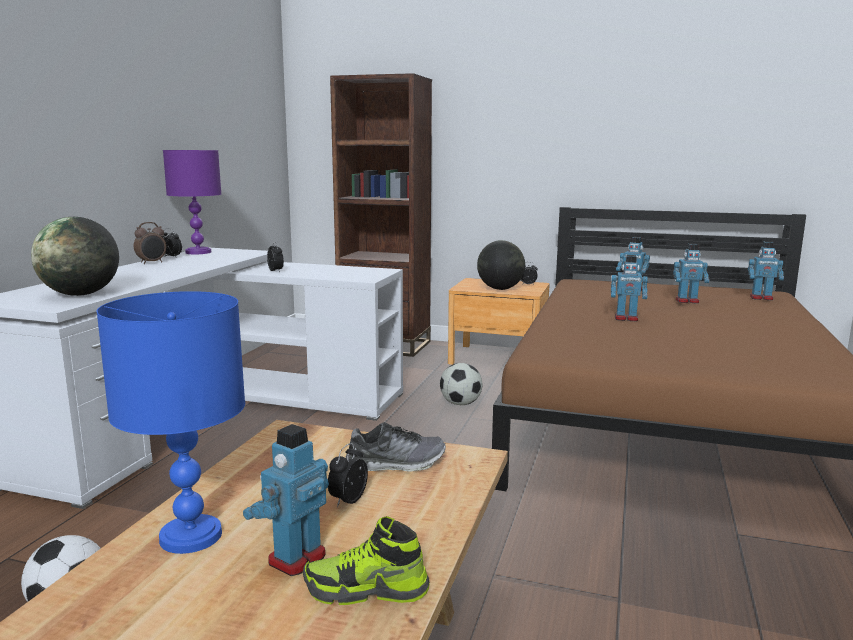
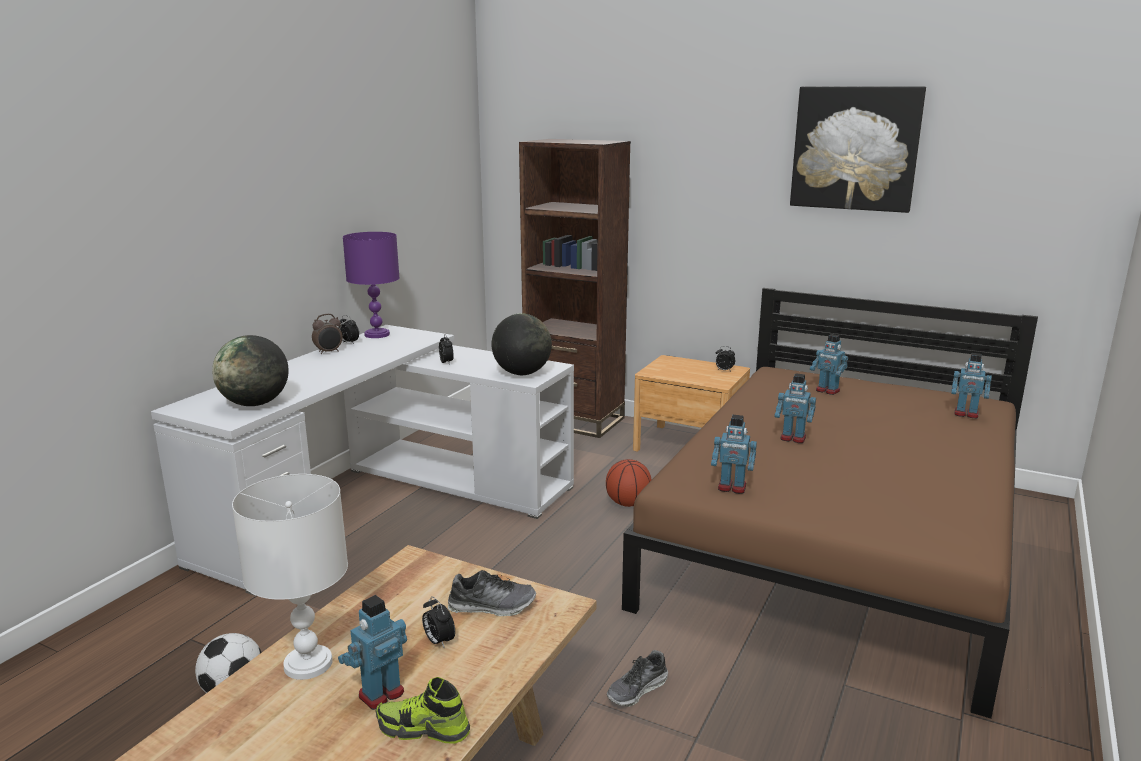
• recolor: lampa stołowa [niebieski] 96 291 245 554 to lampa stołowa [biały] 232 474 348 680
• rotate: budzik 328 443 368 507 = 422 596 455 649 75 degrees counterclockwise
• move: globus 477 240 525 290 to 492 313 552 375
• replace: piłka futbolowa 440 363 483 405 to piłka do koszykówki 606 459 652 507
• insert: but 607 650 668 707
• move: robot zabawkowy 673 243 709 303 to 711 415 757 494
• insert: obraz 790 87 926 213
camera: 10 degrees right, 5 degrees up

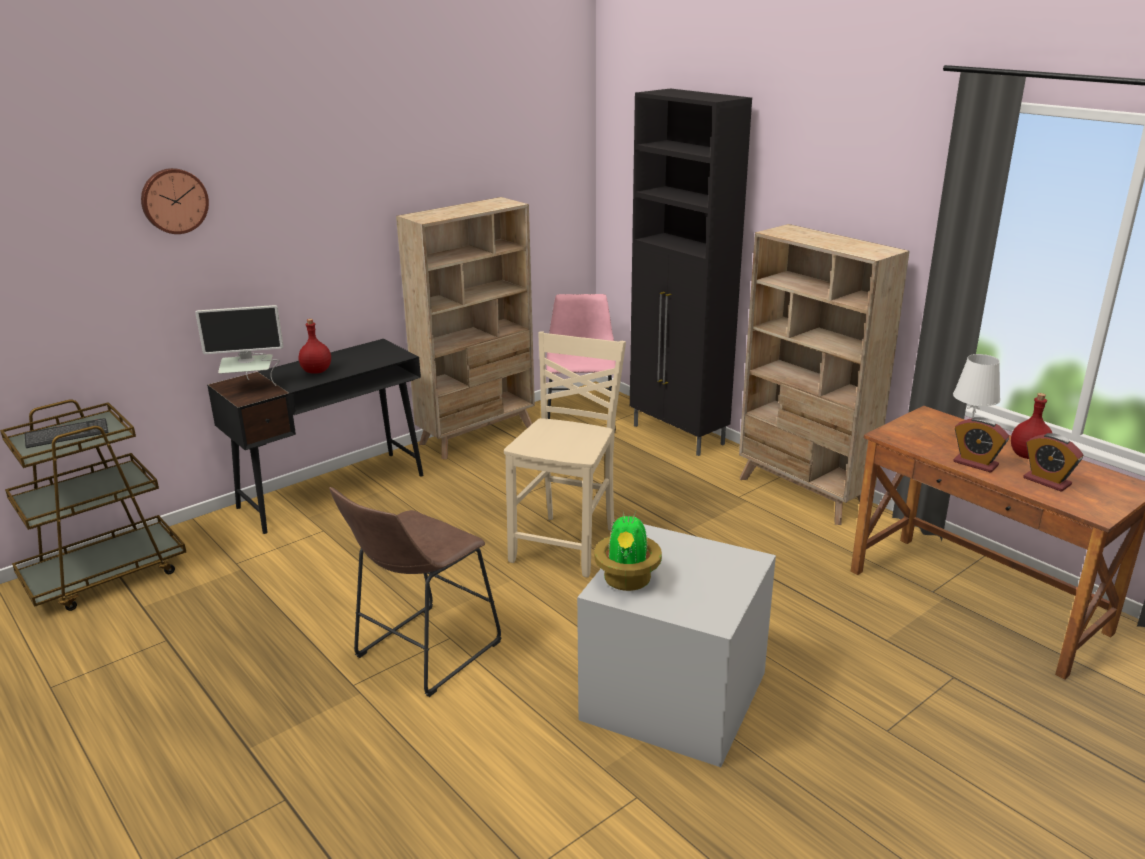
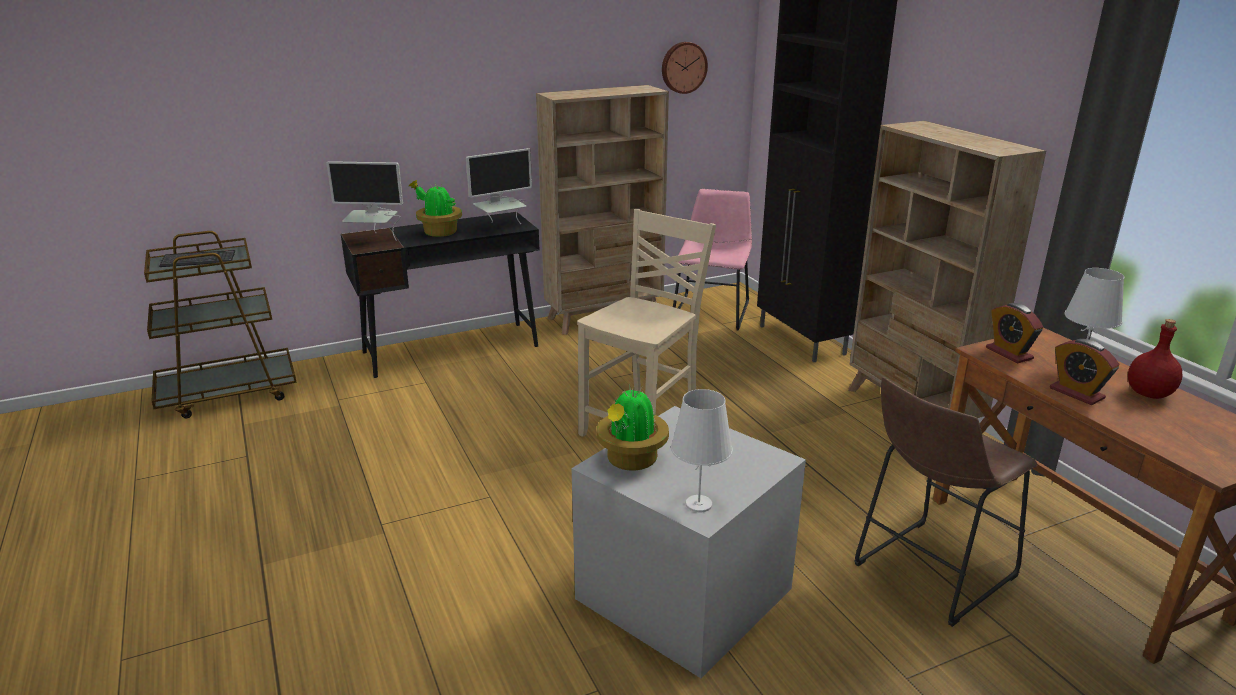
• replace: butelka [czerwony] 299 319 331 374 to roślina doniczkowa 409 180 462 237
• insert: monitor 466 148 532 224
• move: zegar ścienny 141 168 209 234 to 662 42 708 94
• insert: lampa stołowa [biały] 671 389 733 512
• move: stołek [brązowy] 329 487 501 697 to 854 377 1038 627
• move: budzik 1023 433 1084 492 to 986 303 1043 363
camera: 15 degrees right, 0 degrees up

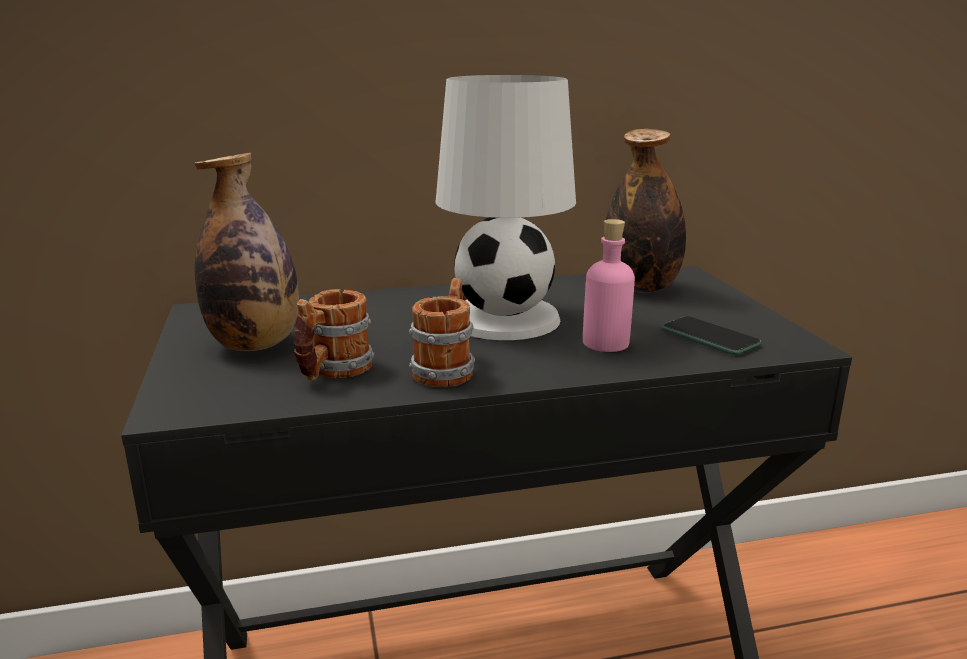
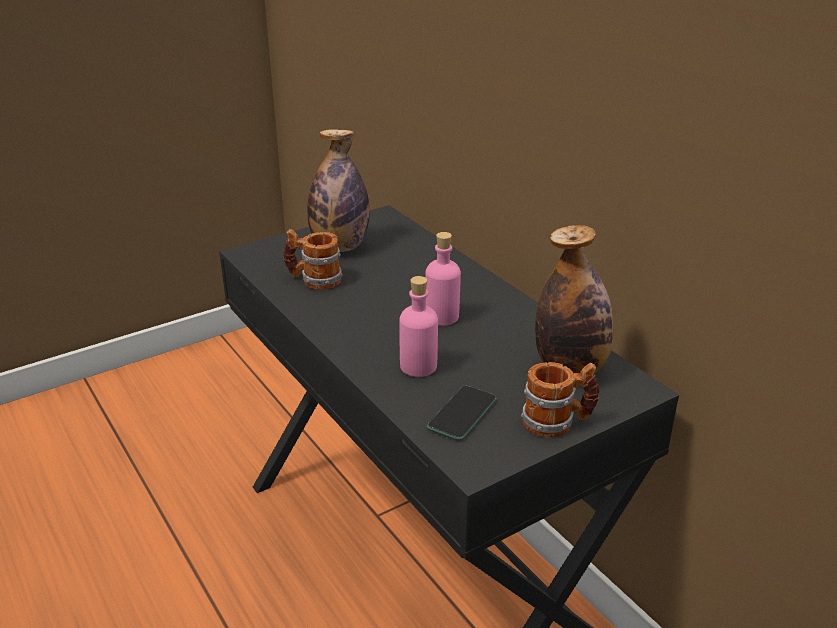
• replace: lampa stołowa [biały] 435 75 576 340 to butelka [różowy] 425 232 461 326
• move: kubek 409 278 475 387 to 521 362 599 437
camera: 70 degrees right, 10 degrees up

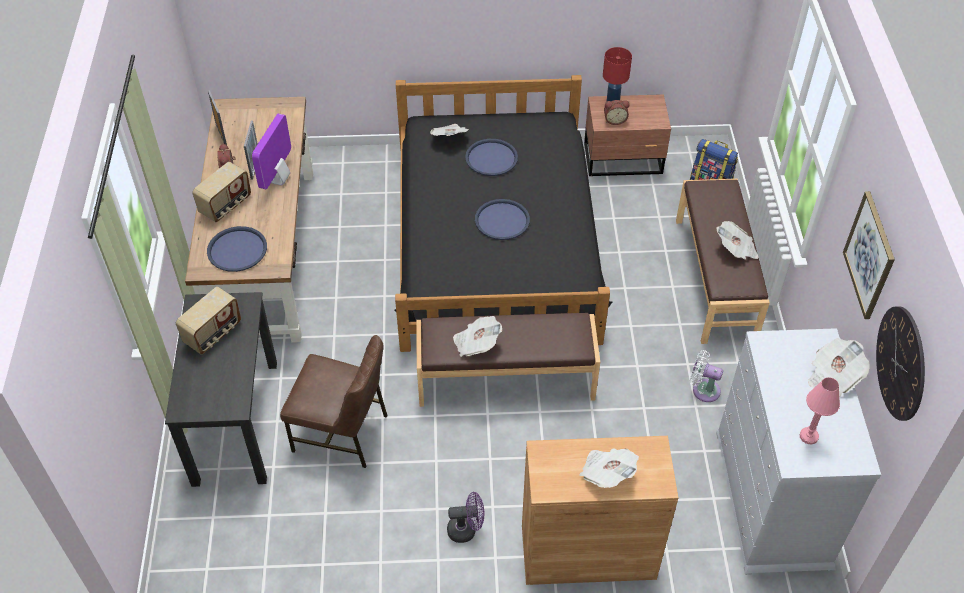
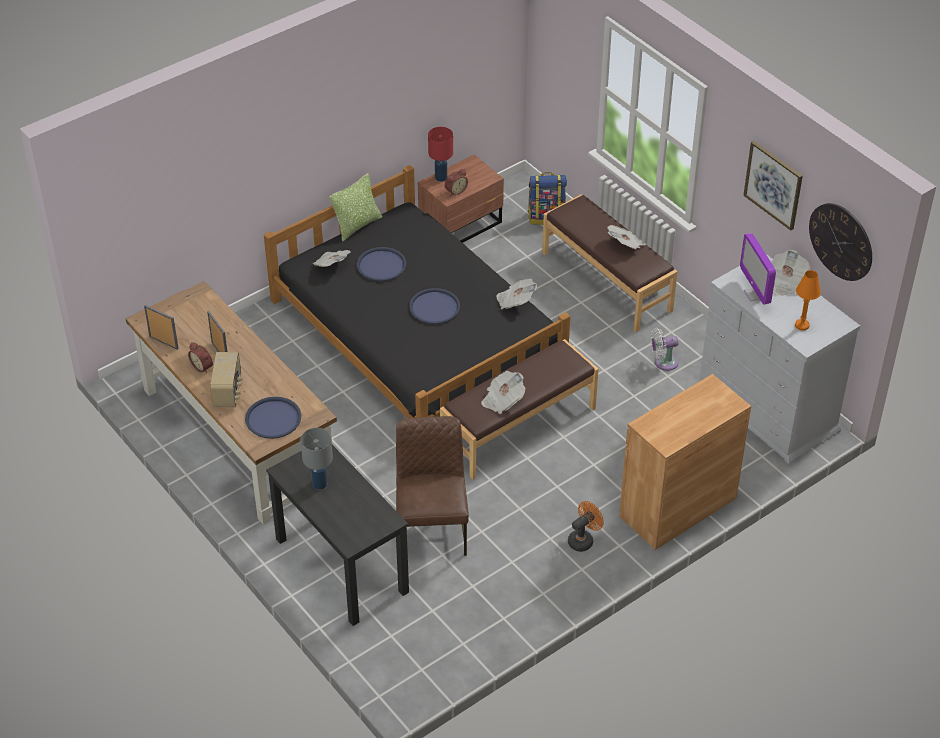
• replace: radio 176 287 241 354 to lampa stołowa [szary] 301 428 333 489
• insert: poduszka 329 173 382 242
• rotate: krzesło [brązowy] 280 335 388 468 = 396 416 469 556 75 degrees counterclockwise
• move: gazeta 580 448 639 488 to 496 279 537 309
• recolor: wentylator [fioletowy] 447 492 484 543 to wentylator [pomarańczowy] 568 501 604 552
• move: monitor 252 114 291 189 to 740 233 776 305
• recolor: lampa stołowa [różowy] 800 377 840 445 to lampa stołowa [pomarańczowy] 795 270 821 331
camera: 35 degrees left, 5 degrees down

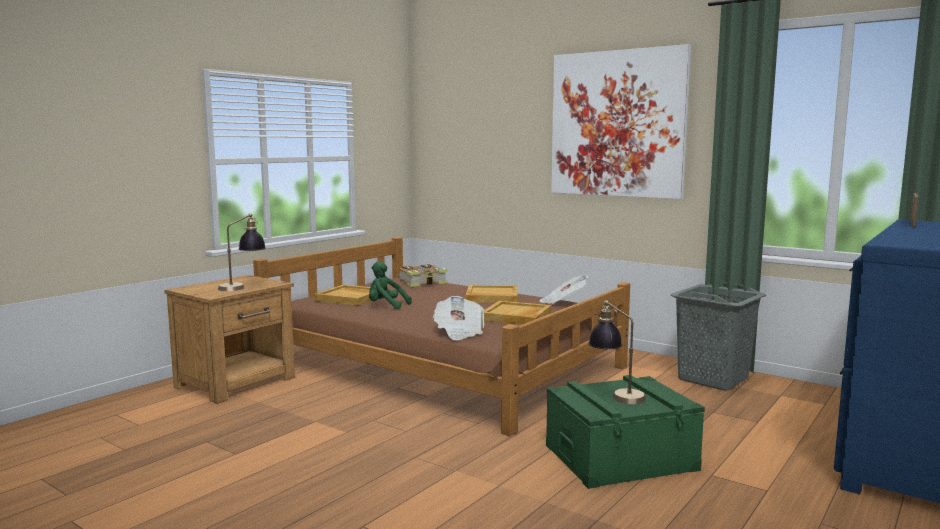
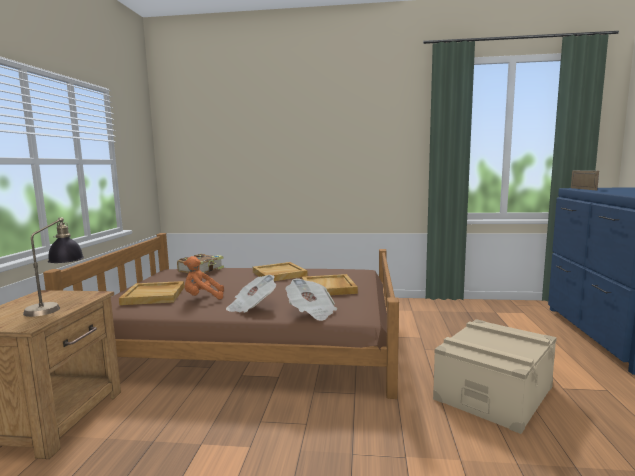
• recolor: pluszak [zielony] 369 261 412 309 to pluszak [pomarańczowy] 183 256 224 300
• move: gazeta 539 275 589 304 to 226 275 276 313
• recolor: pojemnik do przechowywania [zielony] 546 375 705 489 to pojemnik do przechowywania [beżowy] 433 319 557 434
• delete: obraz 551 44 691 199
• delete: lampa stołowa 588 300 646 404
• delete: kosz na pranie [szary] 671 282 766 391
camera: 30 degrees left, 0 degrees up

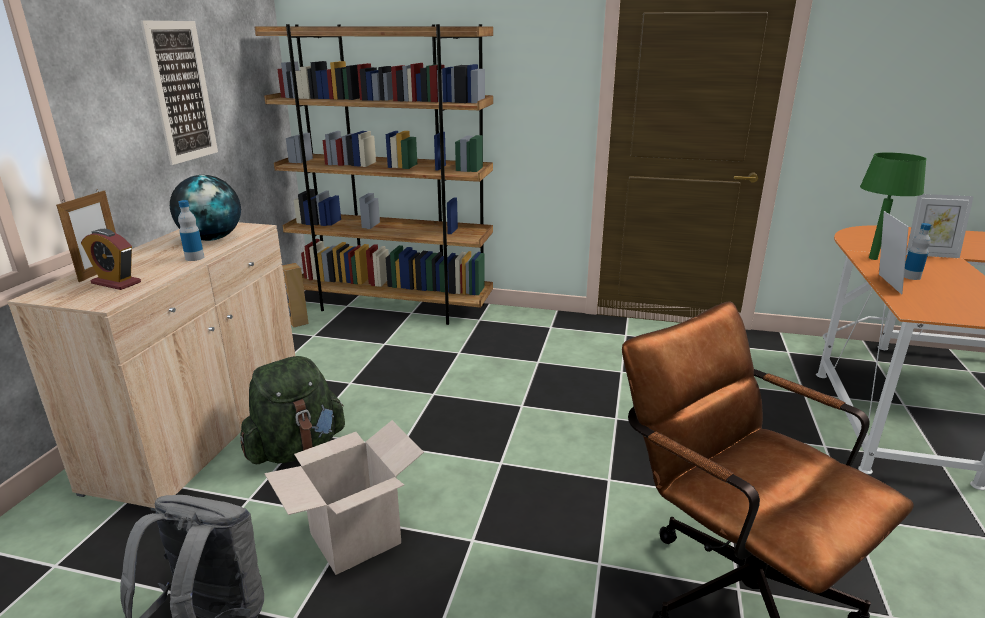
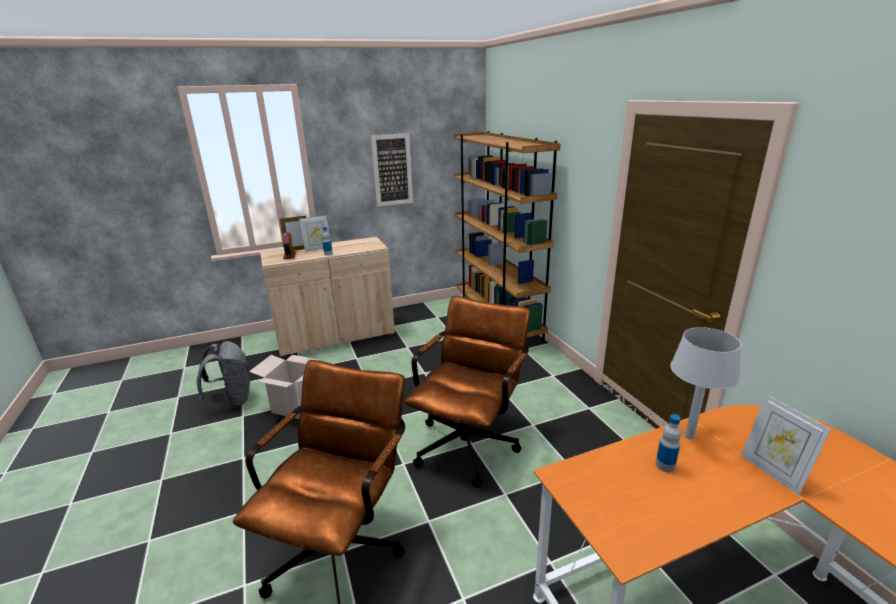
• move: ramka na zdjęcie 879 211 909 295 to 299 215 329 252
• insert: krzesło biurowe [brązowy] 404 296 531 488
• recolor: lampa stołowa [zielony] 860 152 927 260 to lampa stołowa [szary] 670 327 741 440
• delete: globus 170 175 241 241
• delete: plecak [zielony] 240 356 345 464
• delete: głośnik [brązowy] 282 263 309 328
camera: 55 degrees right, 0 degrees up

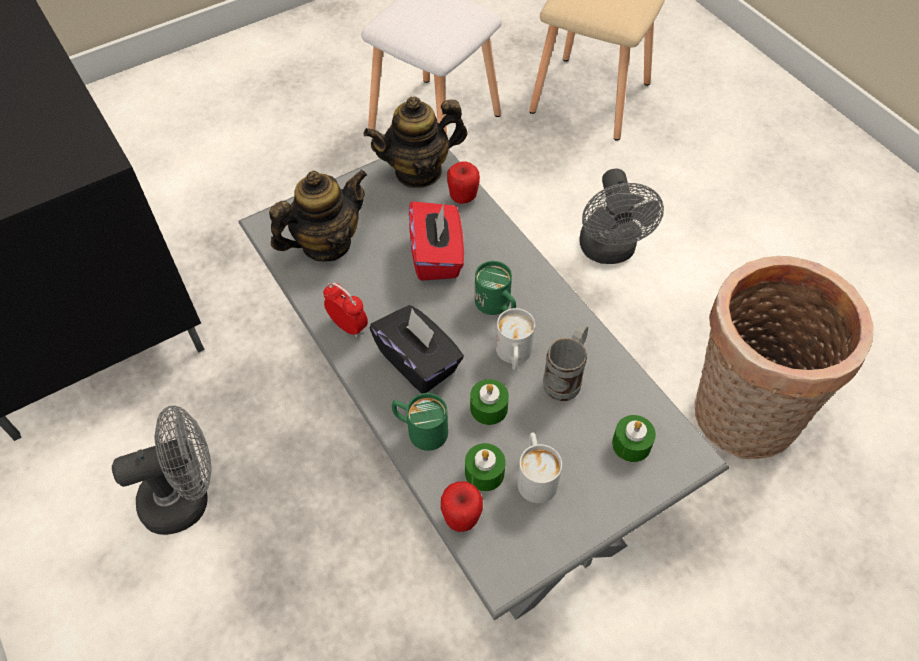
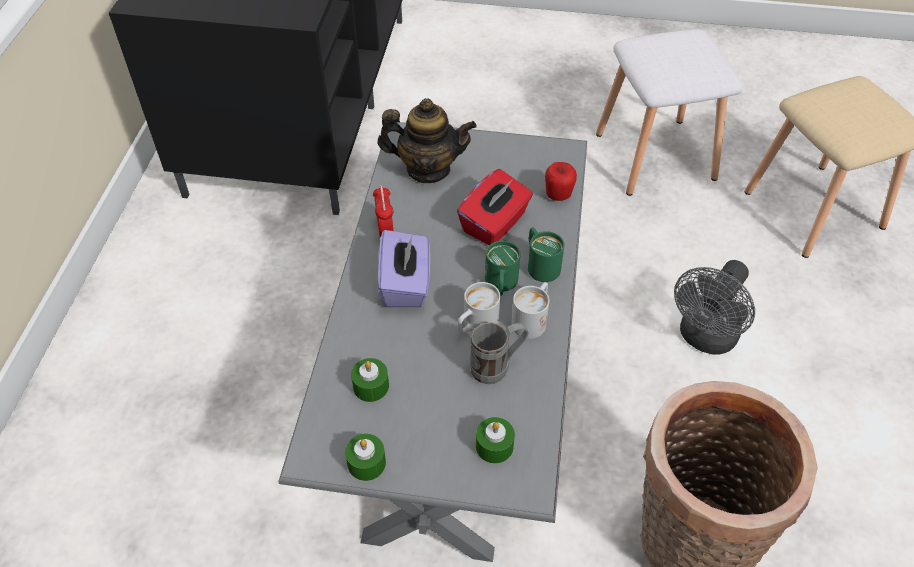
• move: świeca [zielony] 470 379 509 425 to 345 434 386 481
• recolor: pudełko chusteczek [czarny] 370 305 464 394 to pudełko chusteczek [fioletowy] 377 230 430 307
• move: kubek [biały] 517 432 562 503 to 511 282 549 339
• move: kubek [zielony] 392 393 448 451 to 528 227 564 282
• delete: wentylator [szary] 112 405 211 535
• delete: imbryk 364 97 467 188
• delete: jabłko 441 481 483 532
camera: 40 degrees right, 5 degrees down

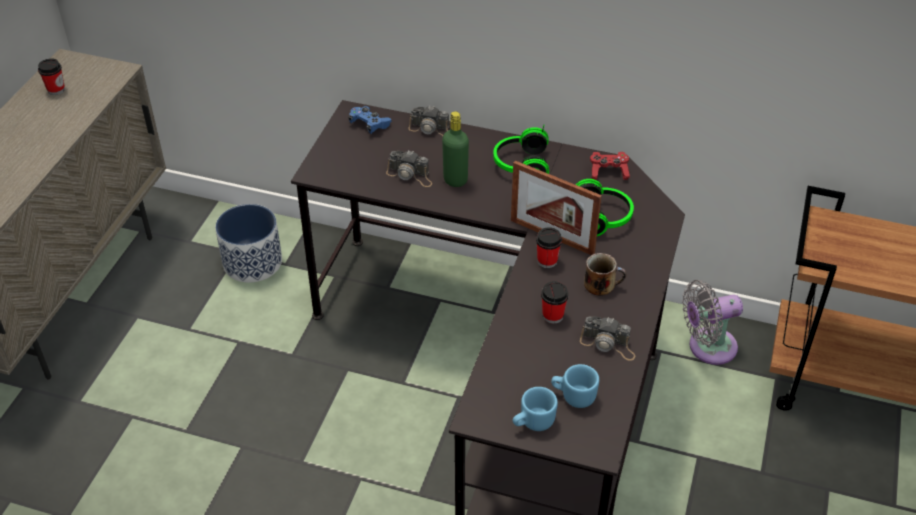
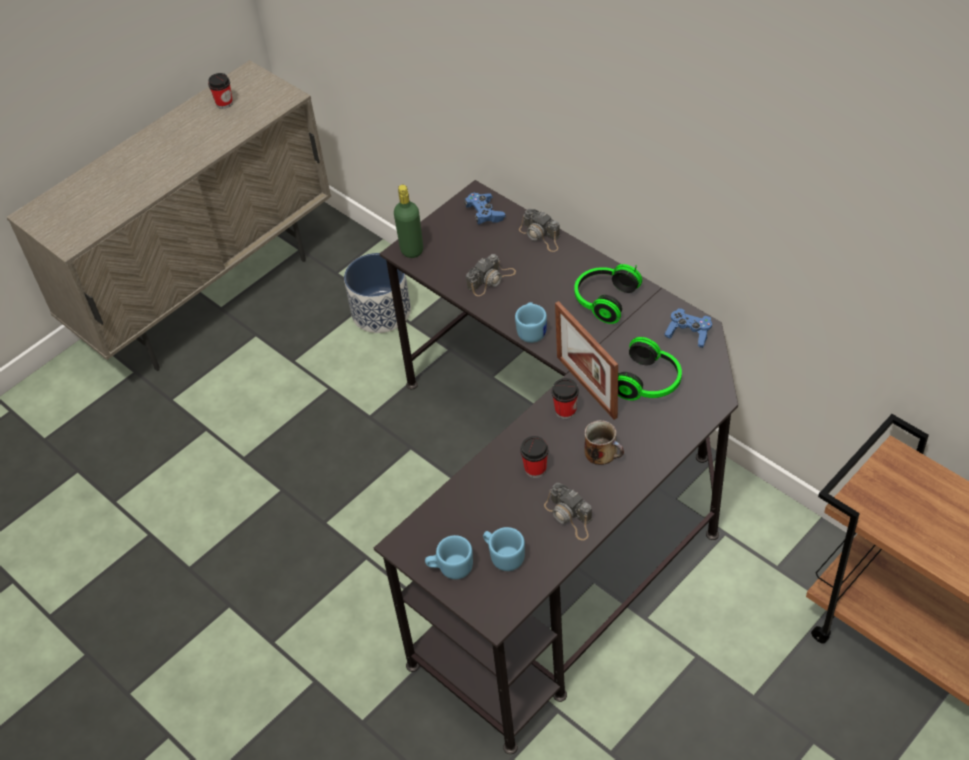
• move: butelka [zielony] 442 111 469 187 to 394 185 423 258
• rotate: aparat fotograficzny 386 151 432 187 = 466 254 516 296 90 degrees counterclockwise
• insert: kubek [niebieski] 515 302 547 343
• recolor: pad do gier [czerwony] 590 152 630 180 to pad do gier [niebieski] 664 308 712 348
• delete: wentylator [szary] 682 280 743 365
camera: 30 degrees right, 5 degrees up

